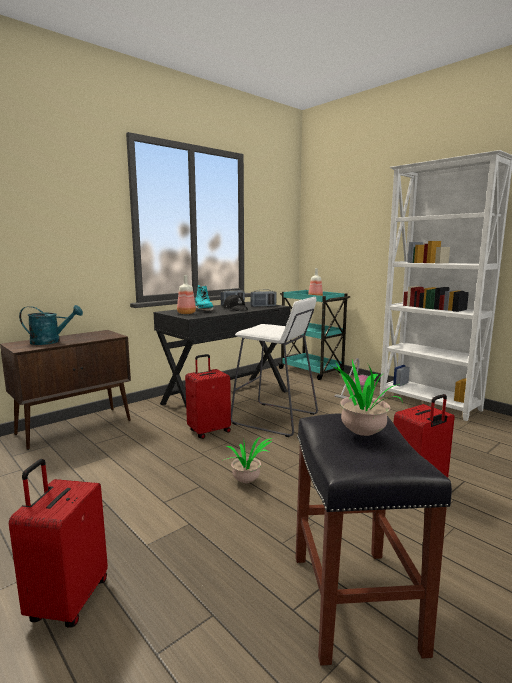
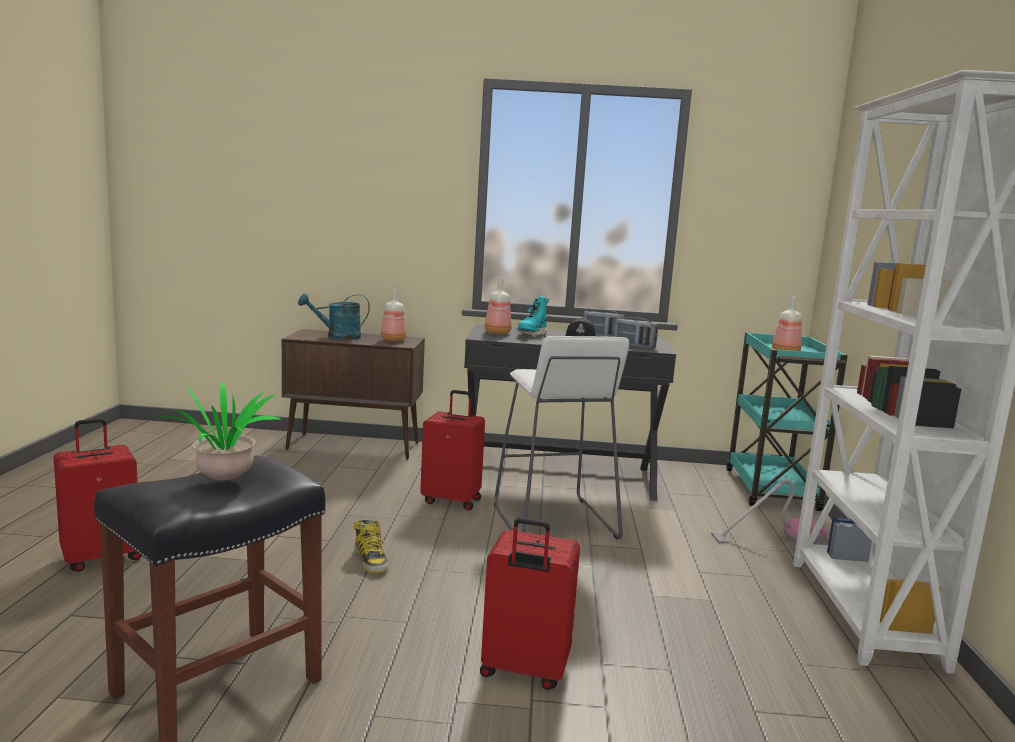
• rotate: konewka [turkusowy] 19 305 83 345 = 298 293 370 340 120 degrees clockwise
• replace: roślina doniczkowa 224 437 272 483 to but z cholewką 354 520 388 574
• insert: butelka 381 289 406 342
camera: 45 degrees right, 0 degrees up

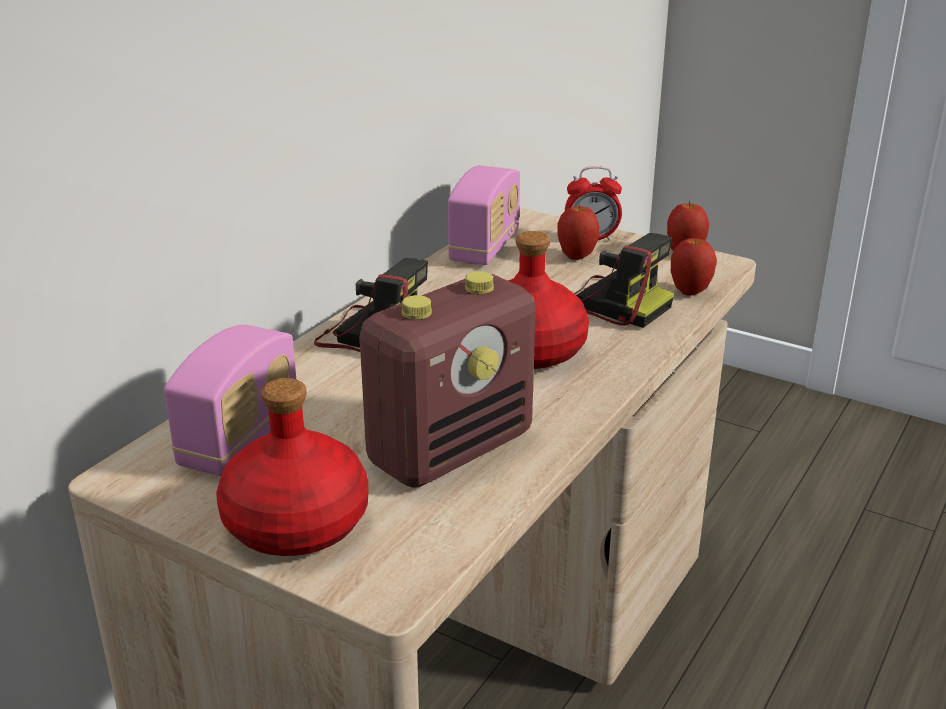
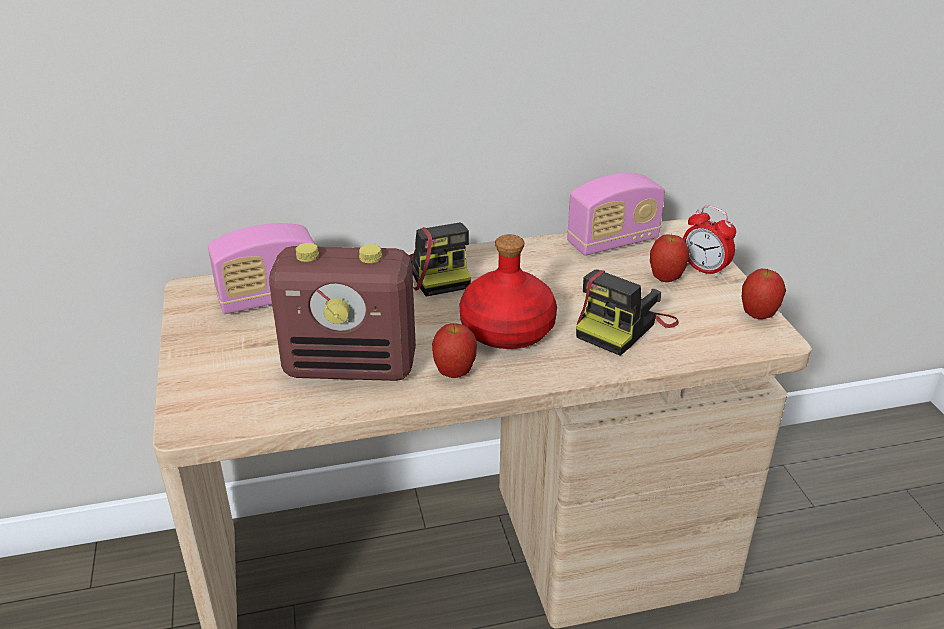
• move: jabłko 671 236 717 296 to 432 324 477 378
• rotate: aparat fotograficzny 573 233 674 328 = 576 269 679 356 45 degrees clockwise
• delete: butelka [czerwony] 216 378 368 556
camera: 45 degrees right, 5 degrees up

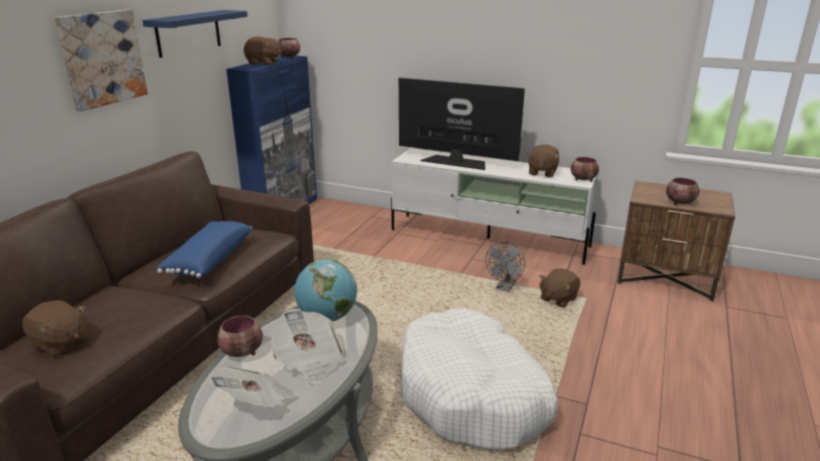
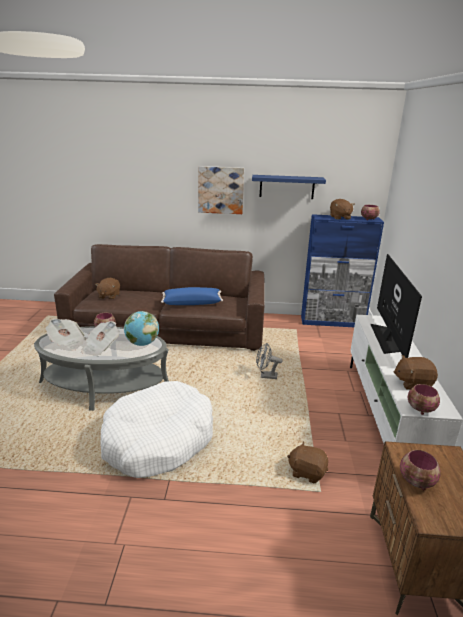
• move: wentylator [szary] 485 242 525 292 to 256 343 283 379
camera: 70 degrees right, 0 degrees up

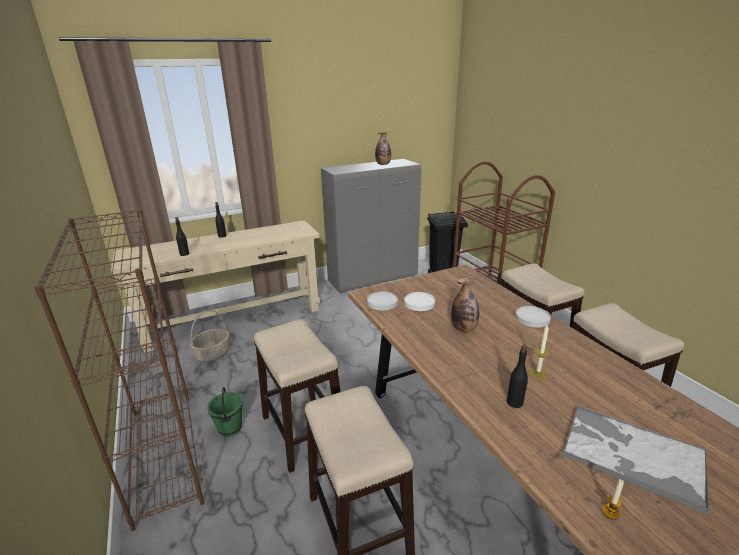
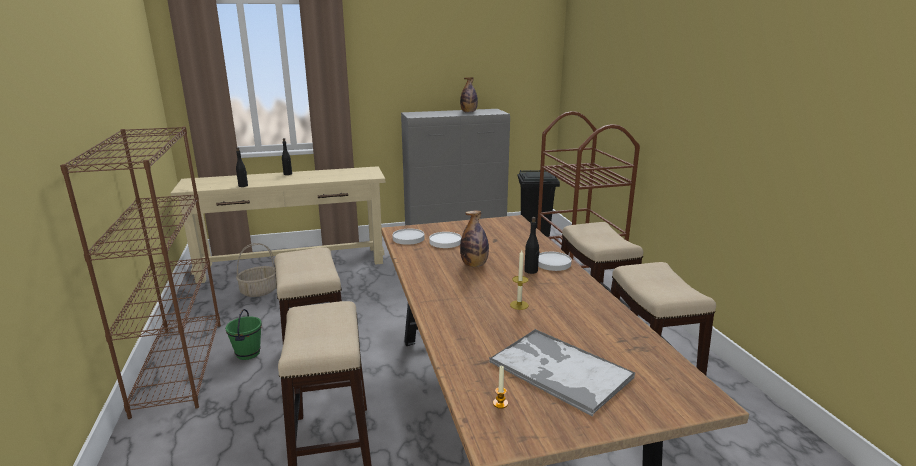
• move: butelka [czarny] 507 345 528 408 to 524 217 539 274
camera: 10 degrees right, 5 degrees down

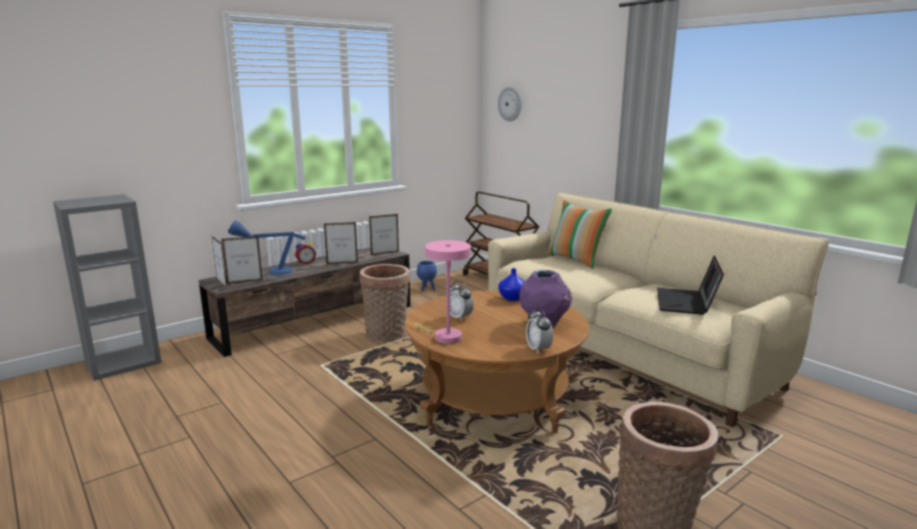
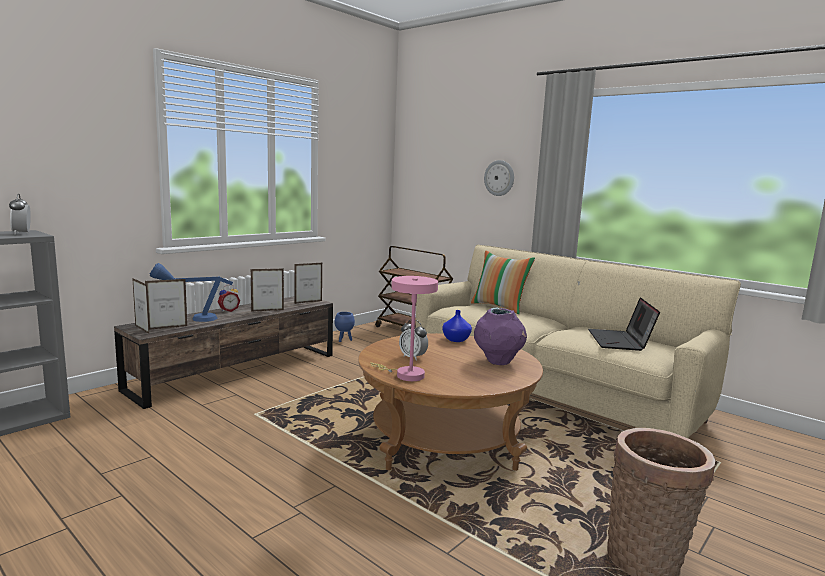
• move: budzik 526 307 553 354 to 9 194 31 235
• move: zegar ścienny 498 87 521 121 to 484 160 514 196
• delete: koszyk 360 264 410 342
camera: 10 degrees left, 5 degrees down

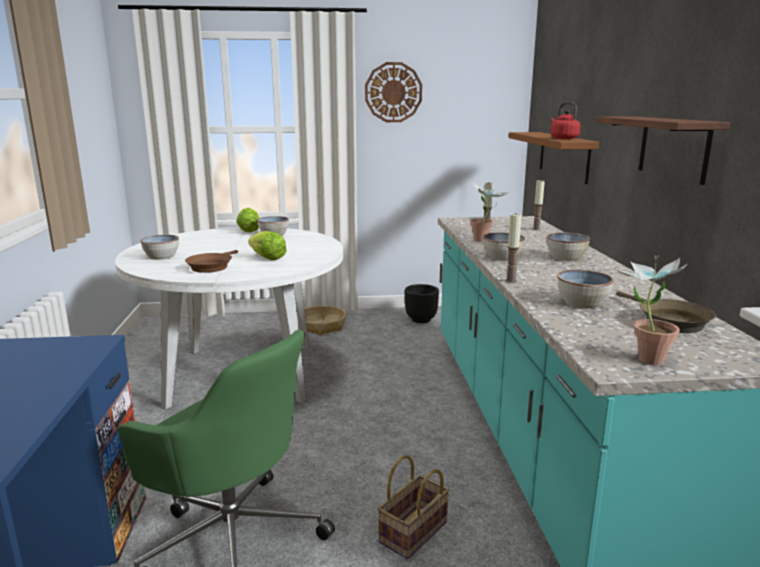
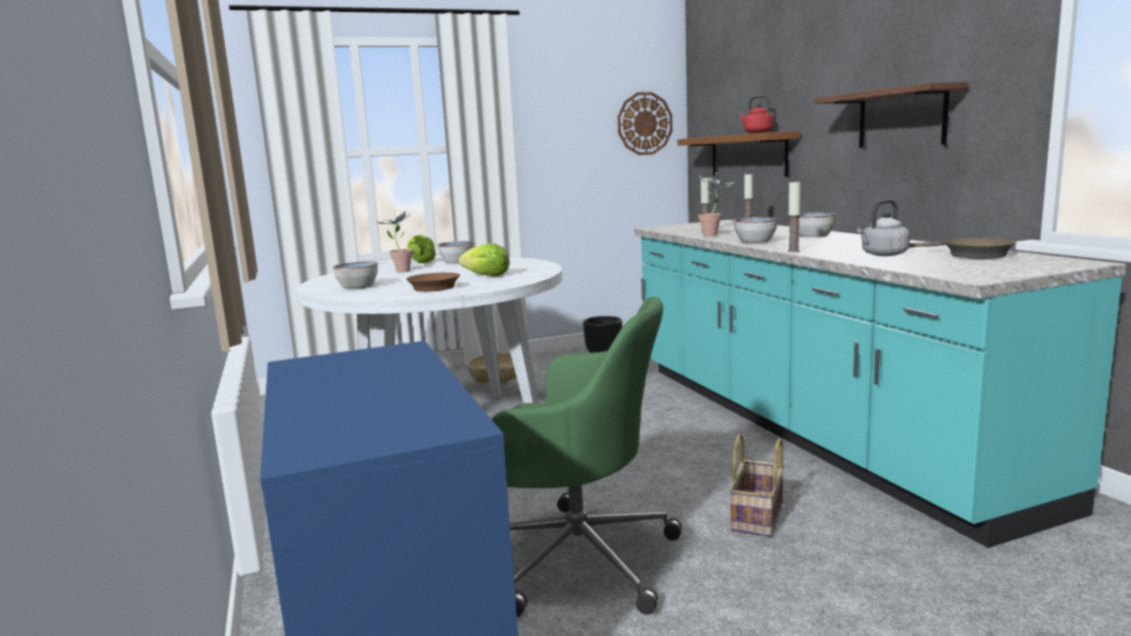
• move: roślina doniczkowa 615 255 687 366 to 375 210 413 273
• move: zegar ścienny 365 62 422 122 to 618 92 673 155
• replace: miska 557 270 614 309 to czajnik [szary] 857 200 910 256
camera: 15 degrees left, 5 degrees down

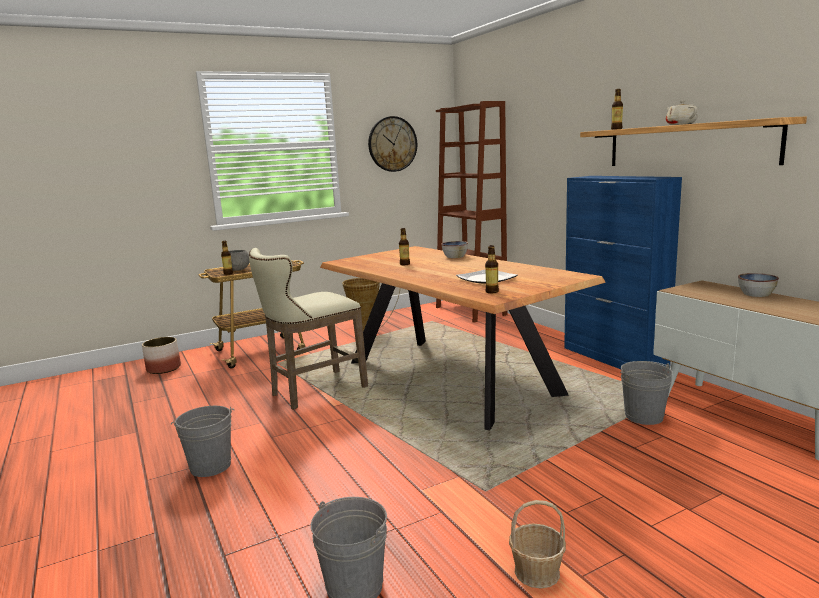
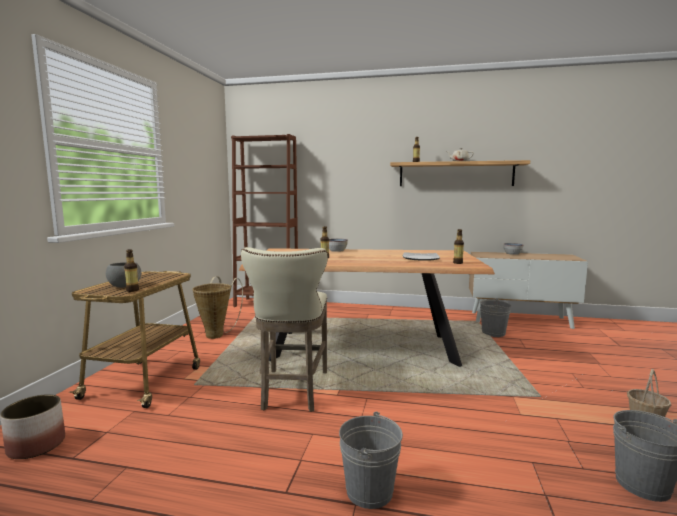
• delete: zegar ścienny 368 116 417 172
• delete: szafka [niebieski] 564 176 682 369
camera: 50 degrees left, 5 degrees down

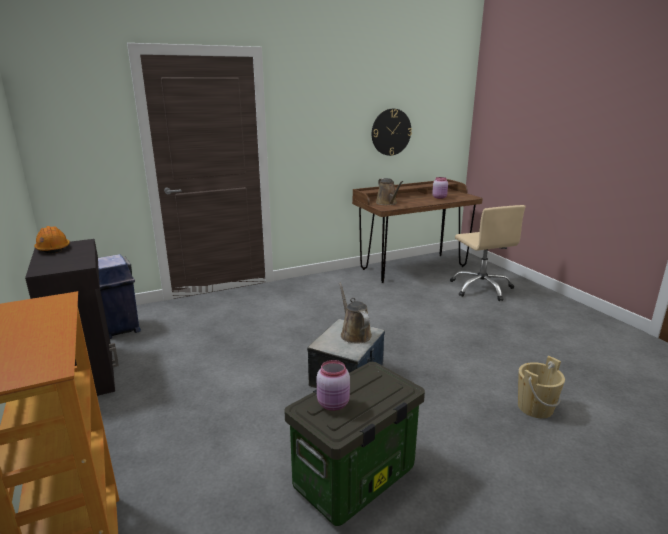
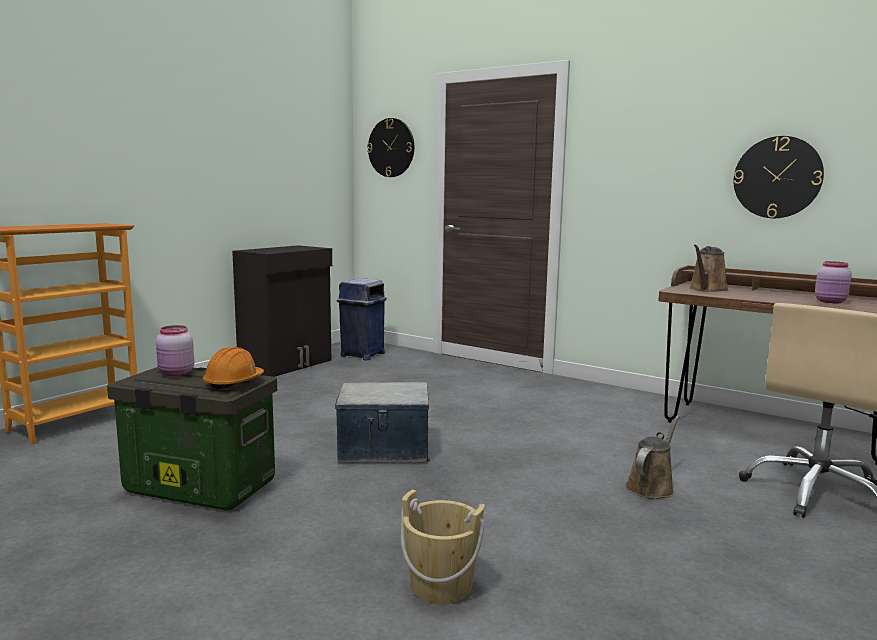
• move: kask [pomarańczowy] 34 226 70 253 to 203 347 264 389
• insert: zegar ścienny 367 118 414 177
• move: konewka [brązowy] 339 283 372 344 to 626 415 680 499
camera: 60 degrees right, 10 degrees down

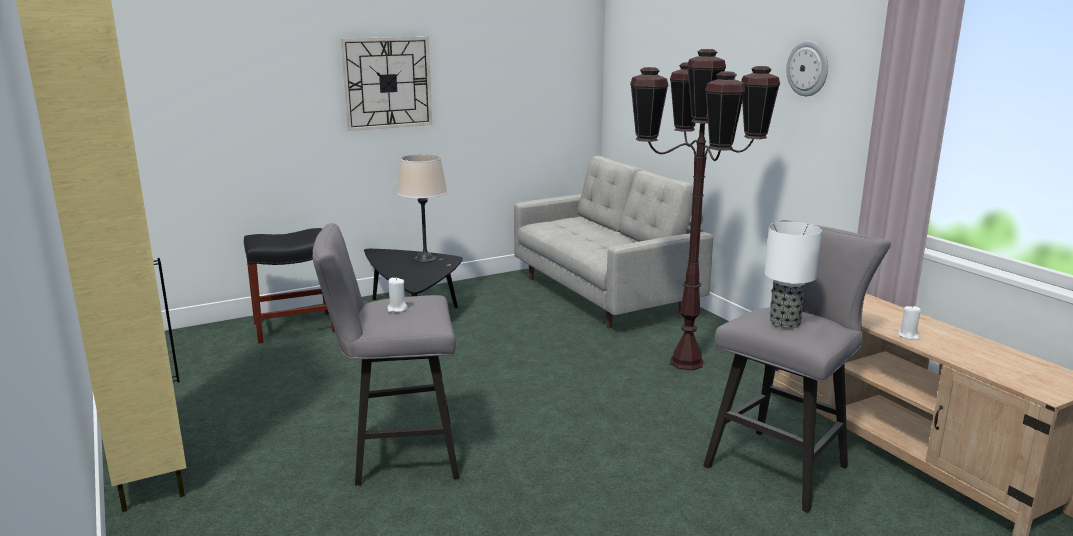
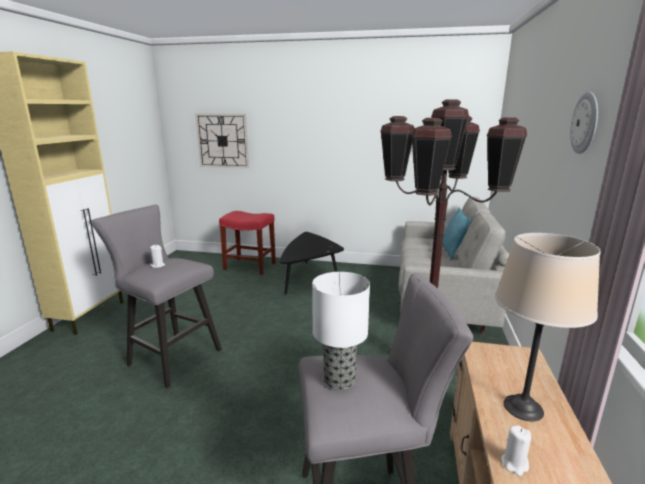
• move: zegar ścienny 341 37 432 131 to 195 114 249 168
• recolor: stołek [czarny] 244 228 335 343 to stołek [czerwony] 219 211 276 275
• insert: poduszka [turkusowy] 442 208 472 260
• move: lampa stołowa [beżowy] 397 154 447 262 to 495 233 600 421
camera: 40 degrees right, 0 degrees up

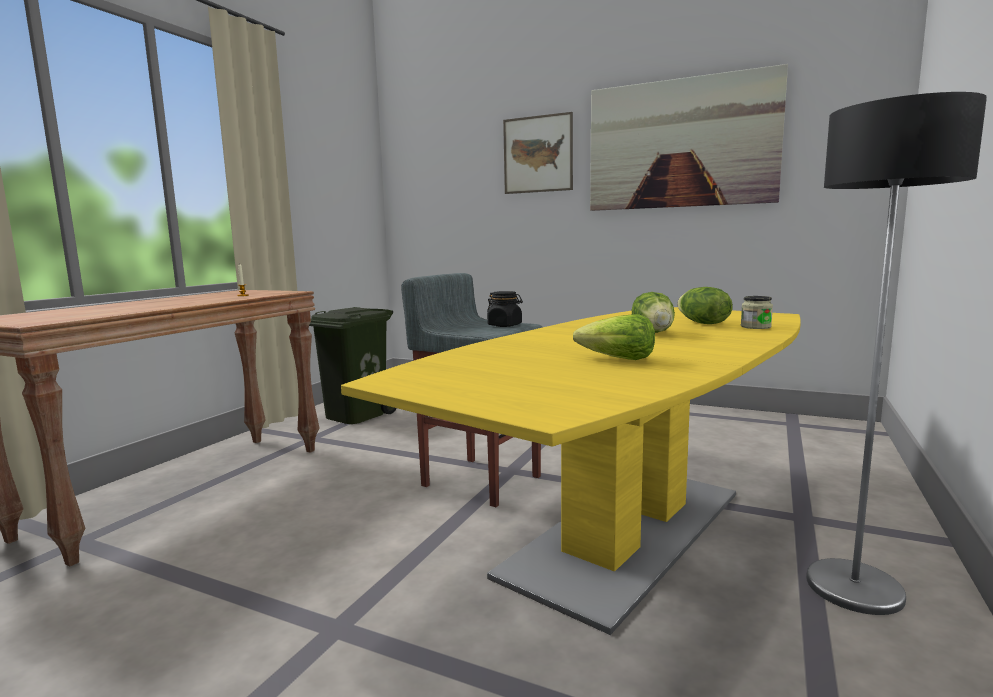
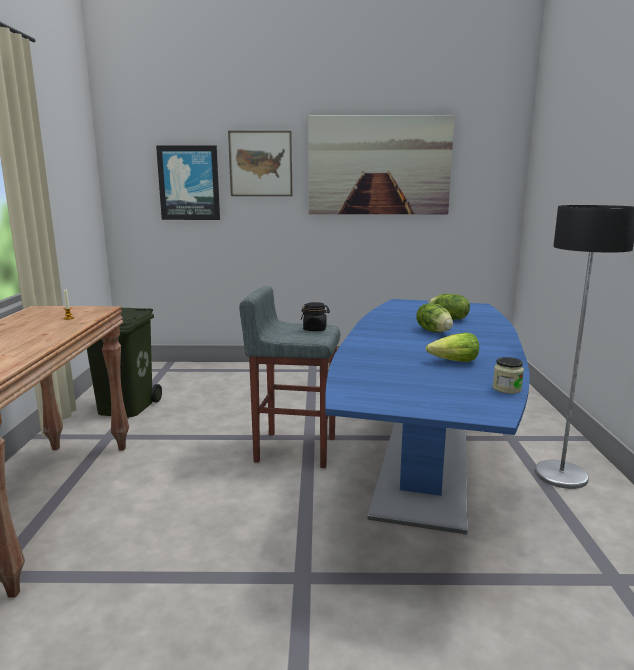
• insert: obraz 156 145 220 220
• recolor: stół jadalny [żółty] 341 307 801 635 to stół jadalny [niebieski] 325 299 530 534
• move: słoik 741 296 773 329 to 493 357 524 394
camera: 25 degrees left, 5 degrees up

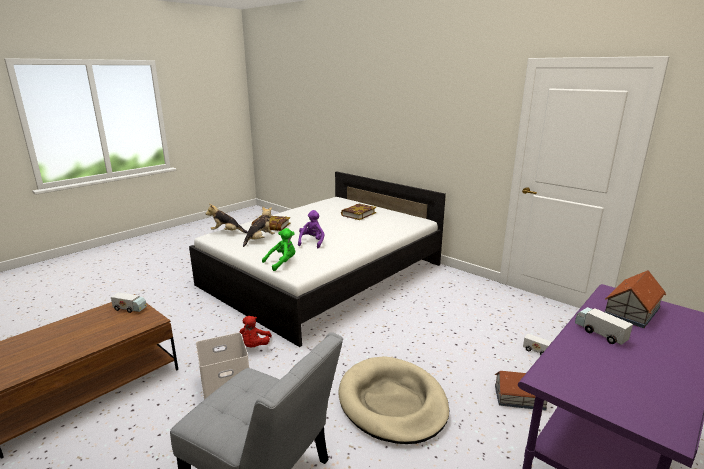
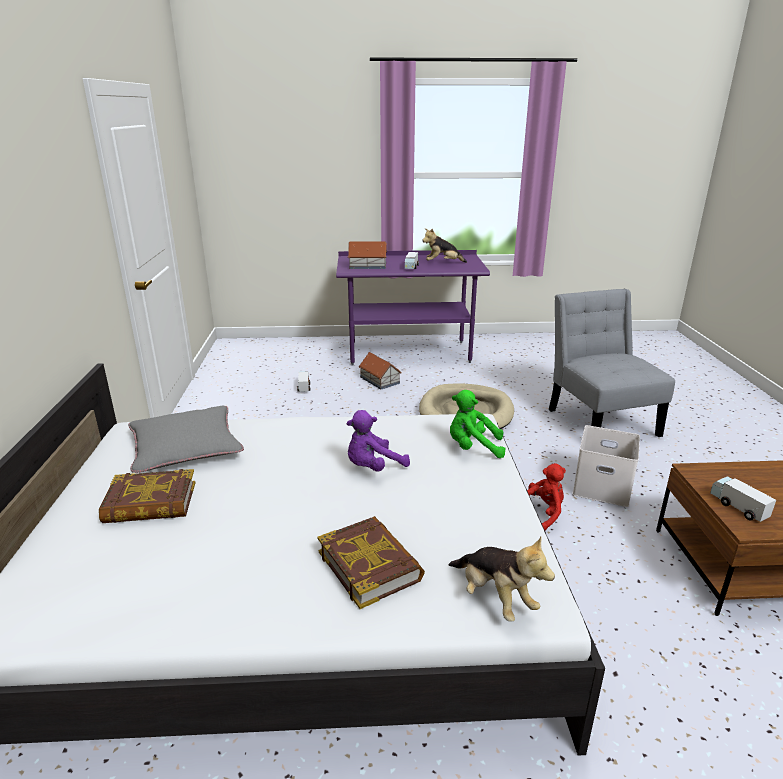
• insert: poduszka [szary] 128 406 244 473
• move: pluszak 243 206 275 247 to 422 228 467 263
camera: 135 degrees left, 5 degrees up

